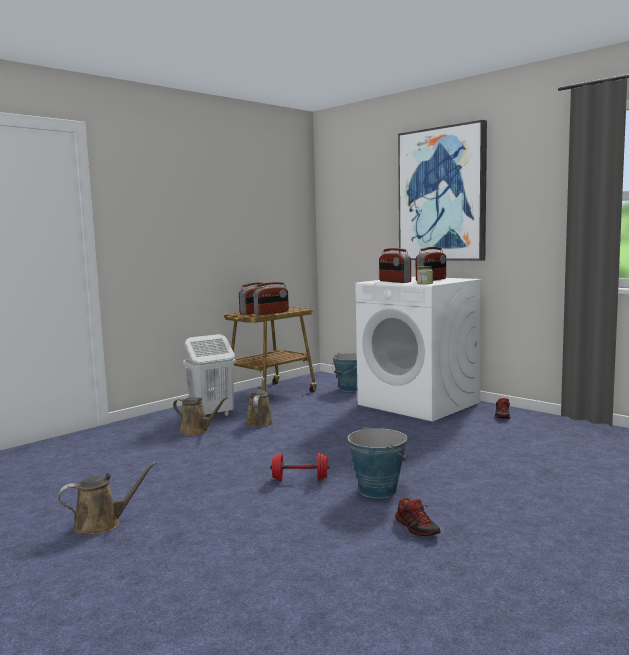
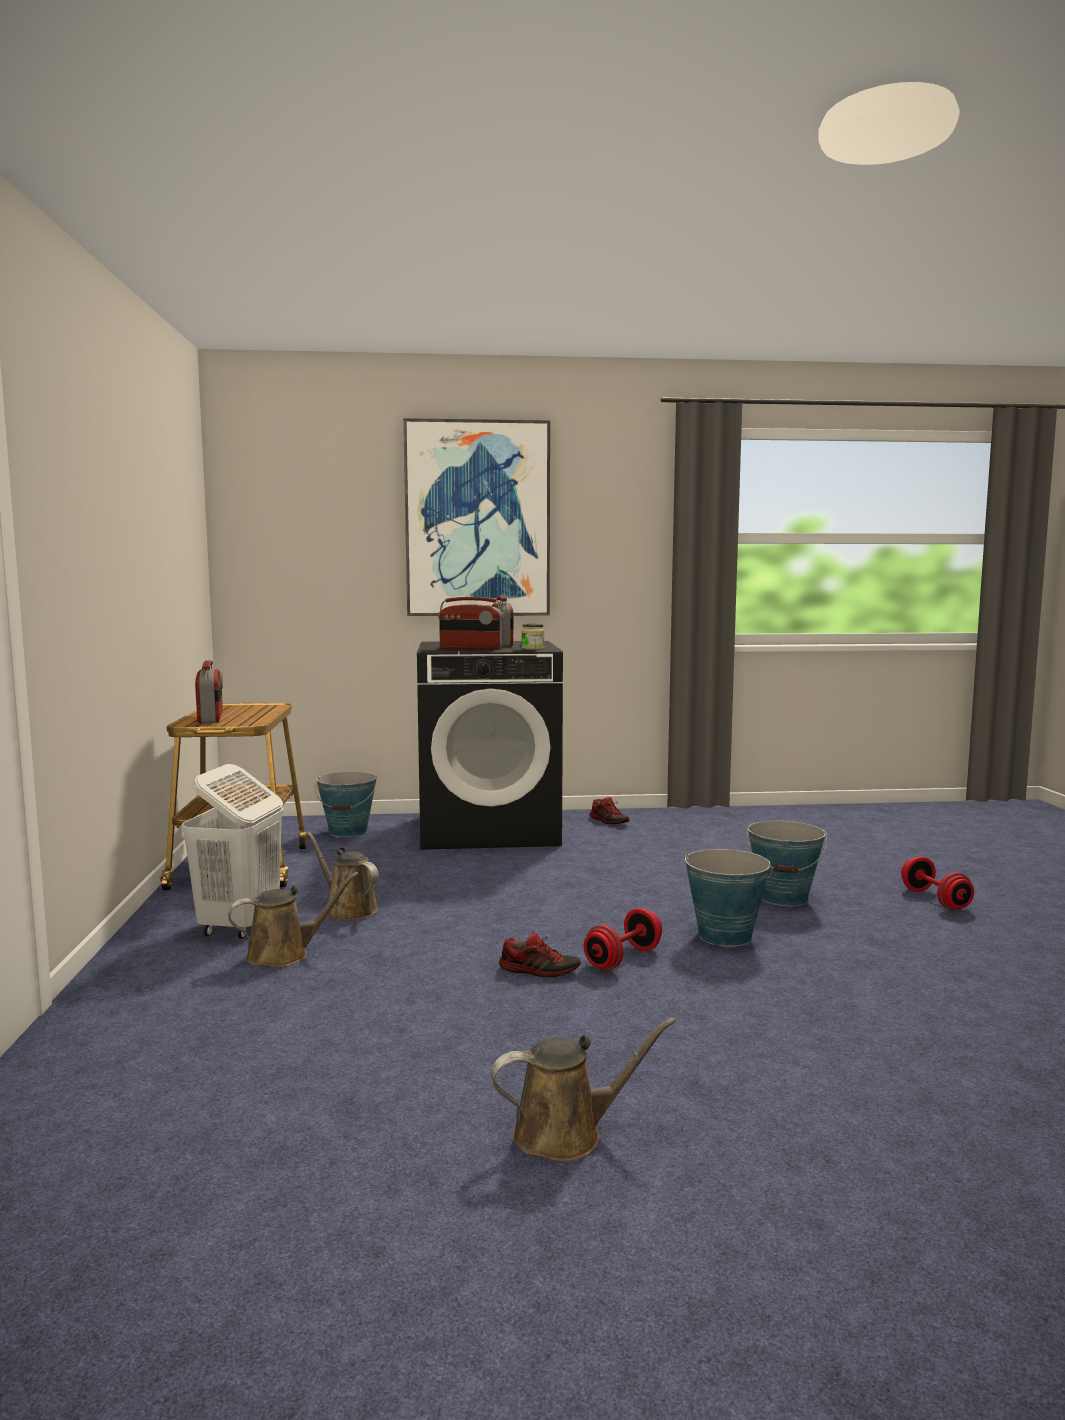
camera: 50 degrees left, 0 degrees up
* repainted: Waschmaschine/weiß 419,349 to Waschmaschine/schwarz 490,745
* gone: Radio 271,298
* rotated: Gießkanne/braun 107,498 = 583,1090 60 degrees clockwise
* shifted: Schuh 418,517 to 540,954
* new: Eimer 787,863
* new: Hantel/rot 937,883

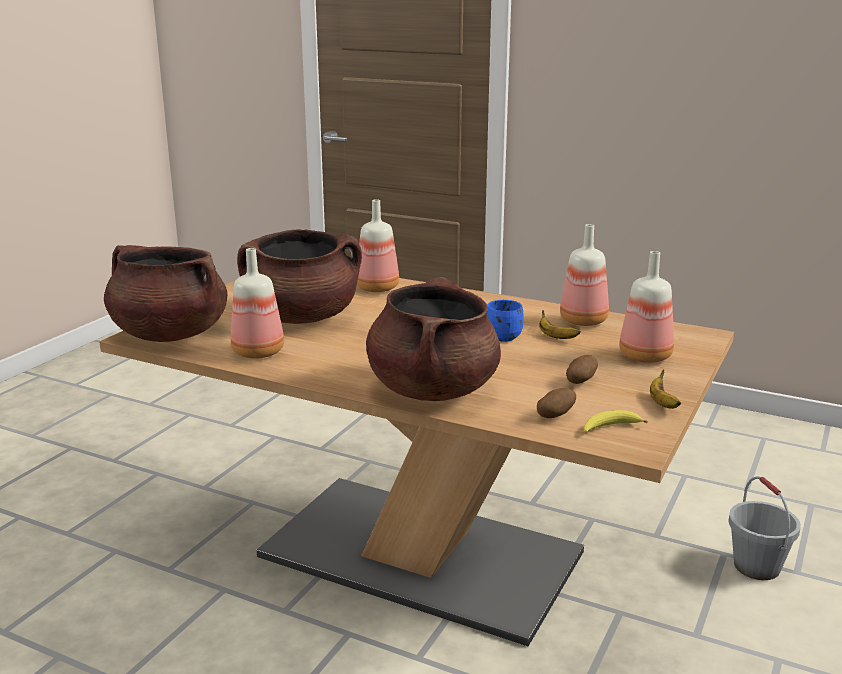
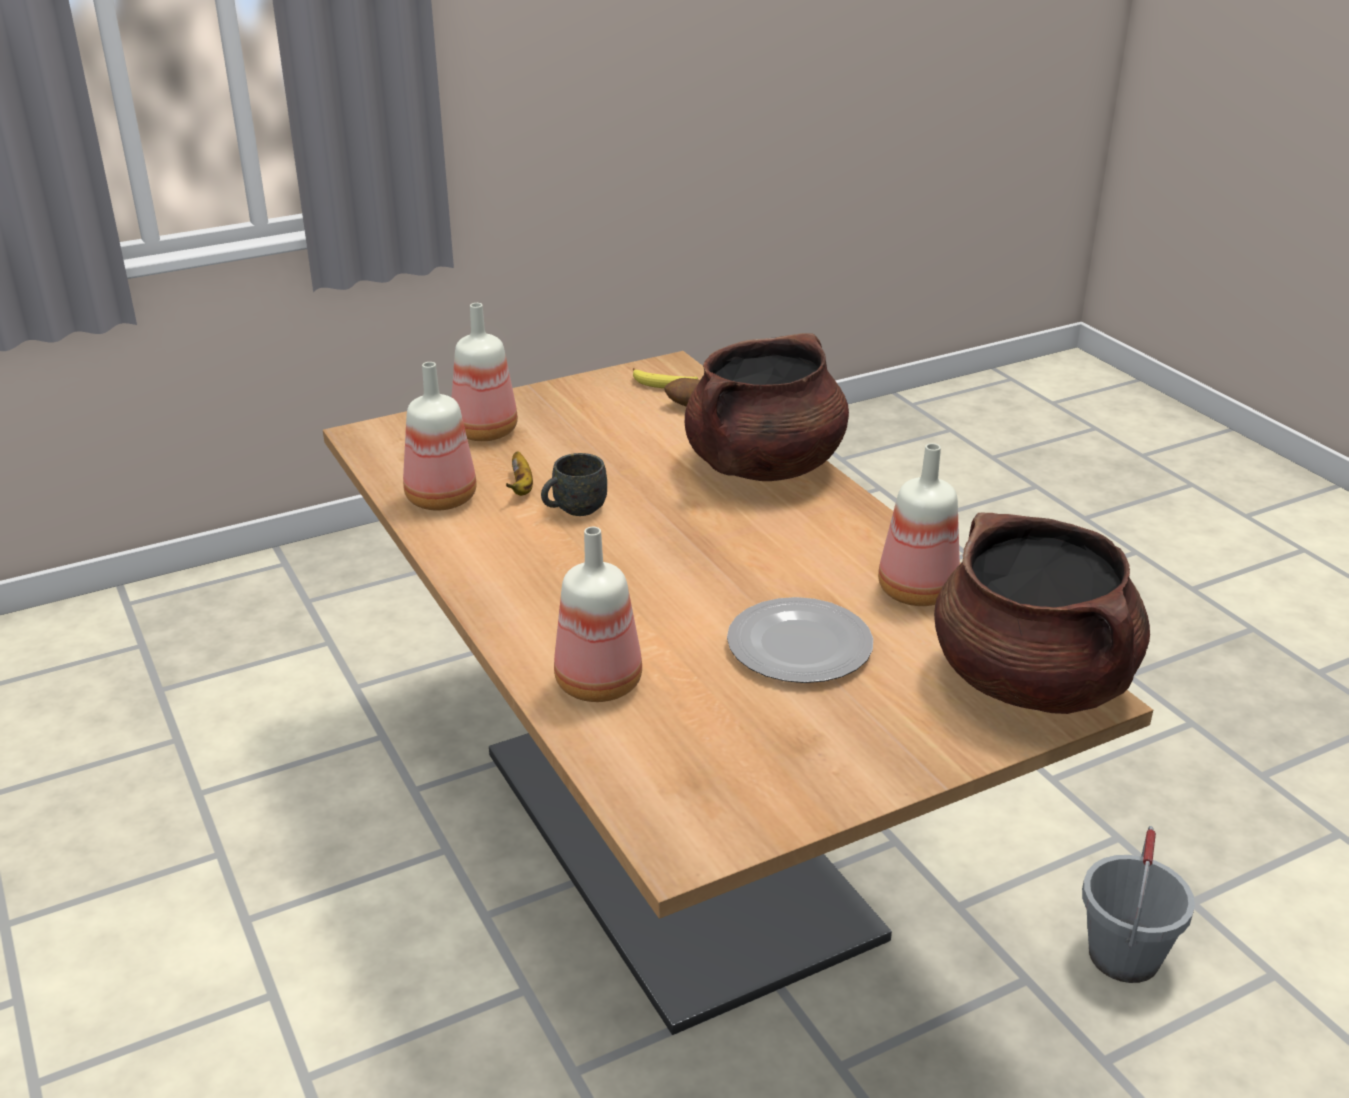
camera: 145 degrees left, 10 degrees up
* swapped: Kochtopf/braun 299,276 to Teller 800,640
* repainted: Henkelbecher/blau 505,321 to Henkelbecher/grau 574,484
* gone: Kartoffel 582,369
* gone: Banane 665,389
* shifted: Eimer/grau 764,528 to 1138,904

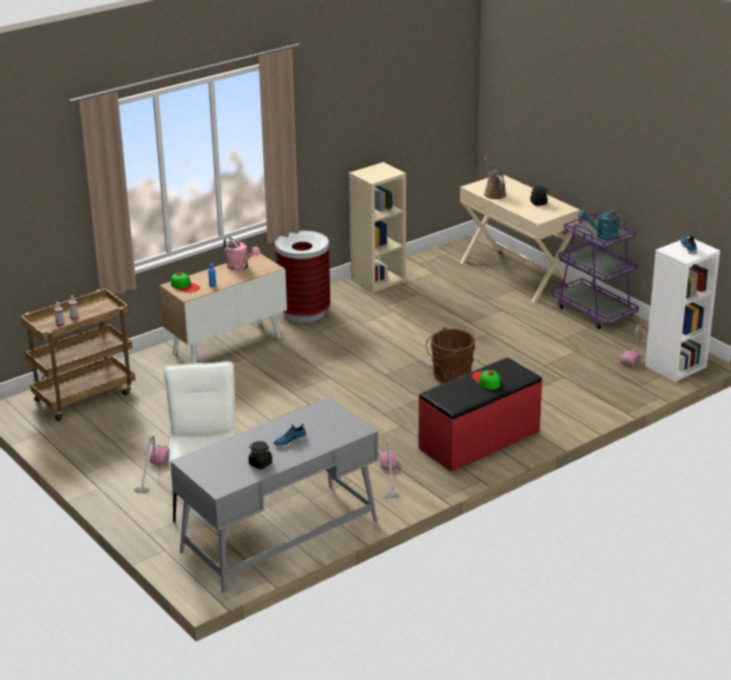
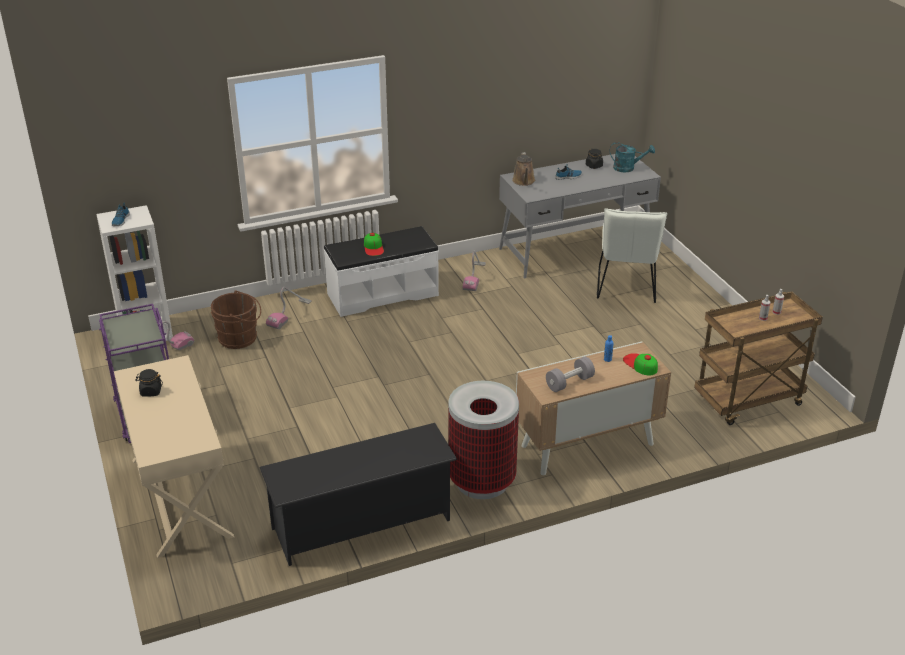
camera: 165 degrees left, 5 degrees up
* shifted: Gießkanne/braun 495,177 to 524,169
* swapped: Bücherregal/beige 377,227 to Schuhregal/schwarz 358,494
* shifted: Gießkanne/türkis 601,224 to 632,157
* swapped: Gießkanne/rosa 241,254 to Hantel/grau 570,374
* shifted: Eimer/braun 450,355 to 236,320
* repainted: Bank/rot 480,414 to Bank/weiß 381,271
* shifted: Staubsauger 152,464 to 289,308

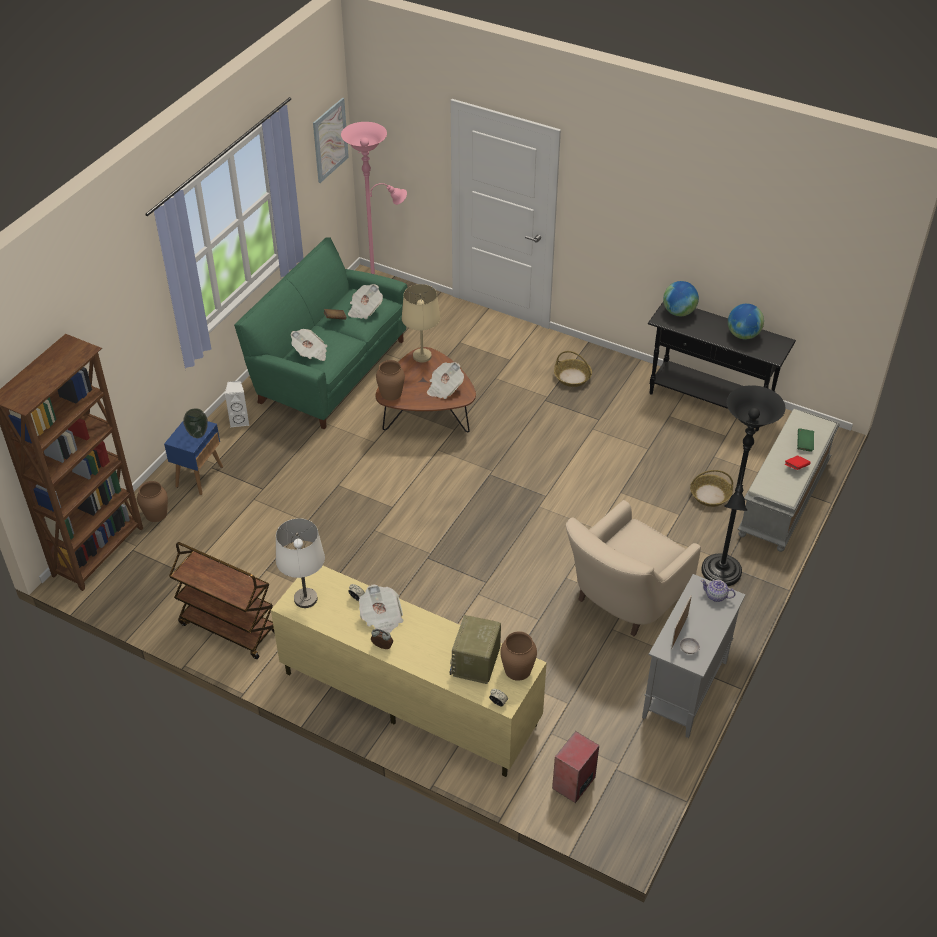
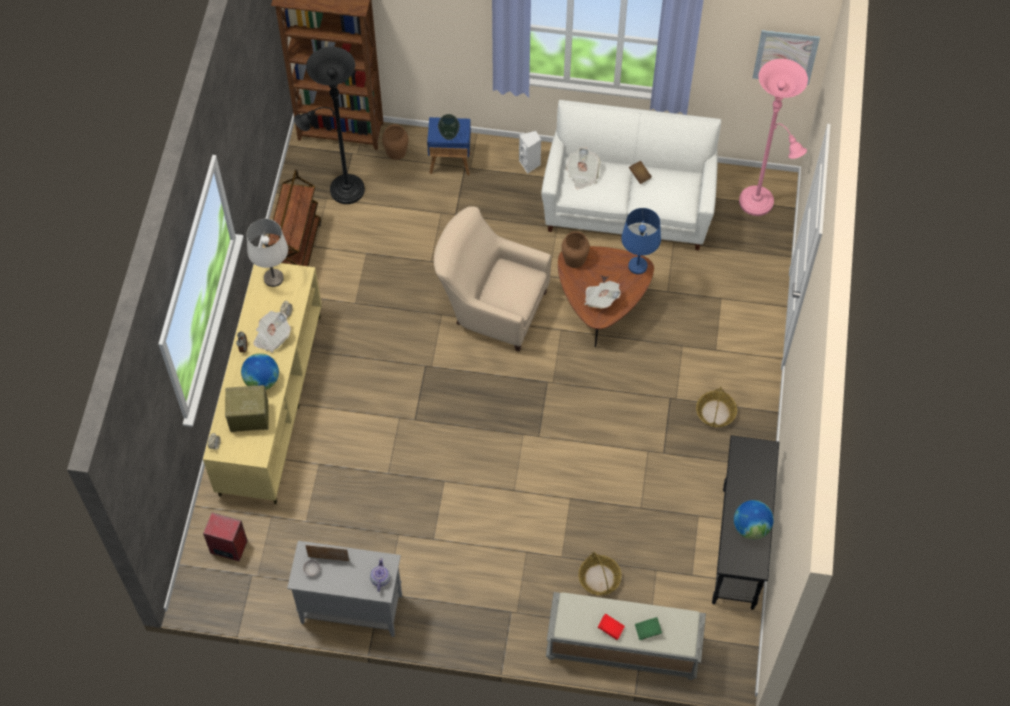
camera: 70 degrees right, 15 degrees up
* repainted: Sofa/grün 320,333 to Sofa/weiß 631,175
* shifted: Globus 681,298 to 260,371
* gone: Zeitung 365,301
* repainted: Tischlampe/beige 421,323 to Tischlampe/blau 641,241
* shifted: Stehlampe/schwarz 743,485 to 329,125
* shifted: Sessel/beige 633,568 to 492,279
* gone: Vase/braun 518,656

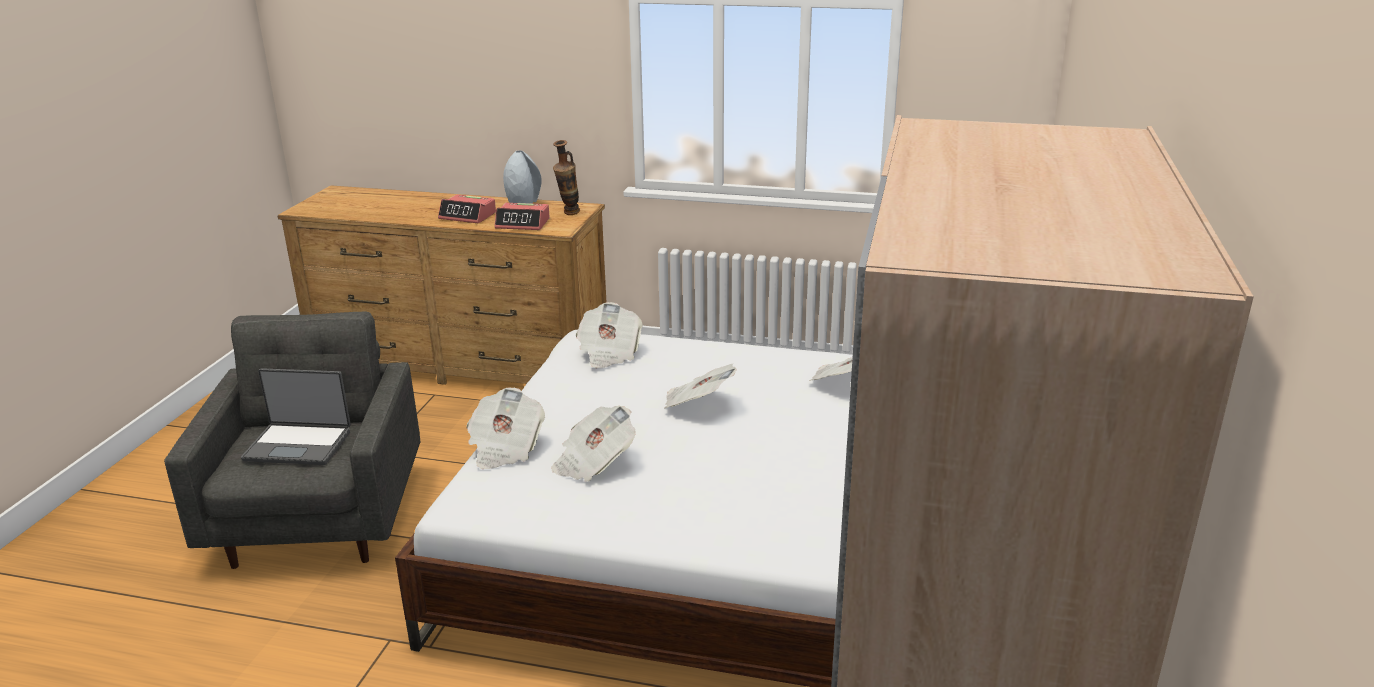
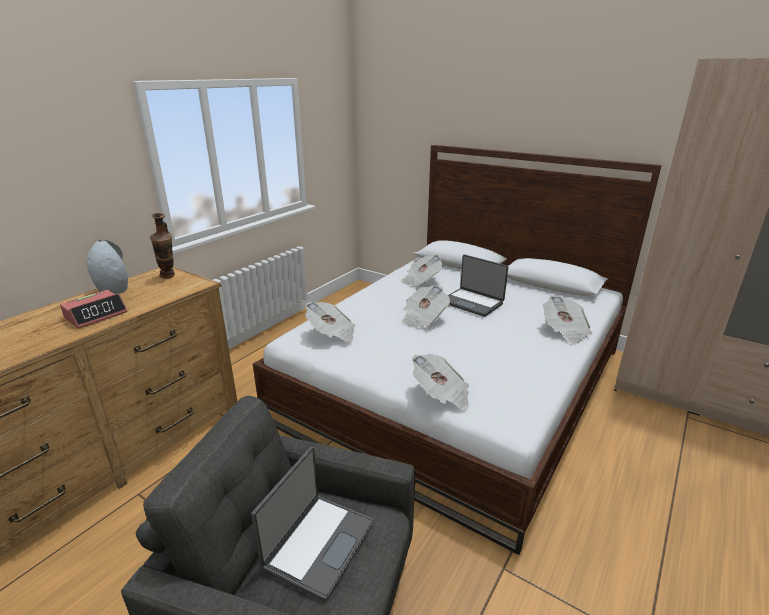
camera: 70 degrees left, 0 degrees up
* gone: Wecker 522,216
* shifted: Zeitung 593,444 to 567,319
* new: Laptop 478,285

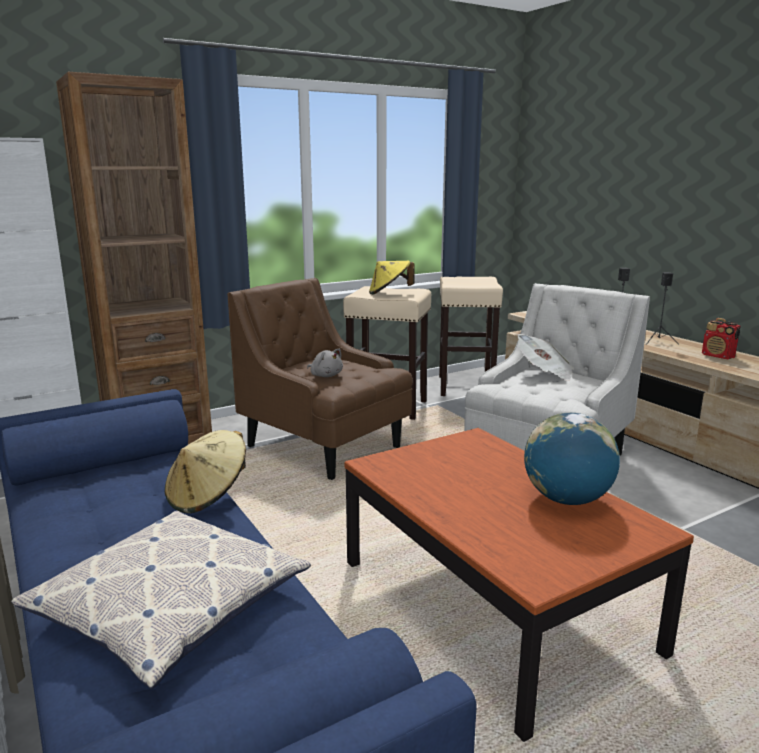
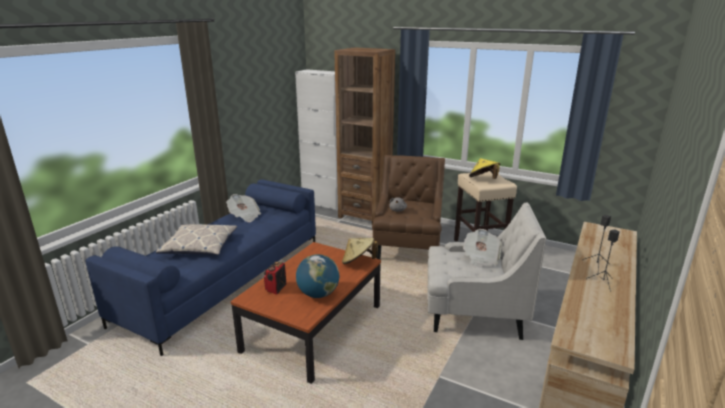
camera: 60 degrees right, 5 degrees up
* gone: Hocker/beige 471,336
* shifted: Radio 721,338 to 275,278
* shifted: Hut/beige 205,471 to 360,251
* new: Zeitung 243,208

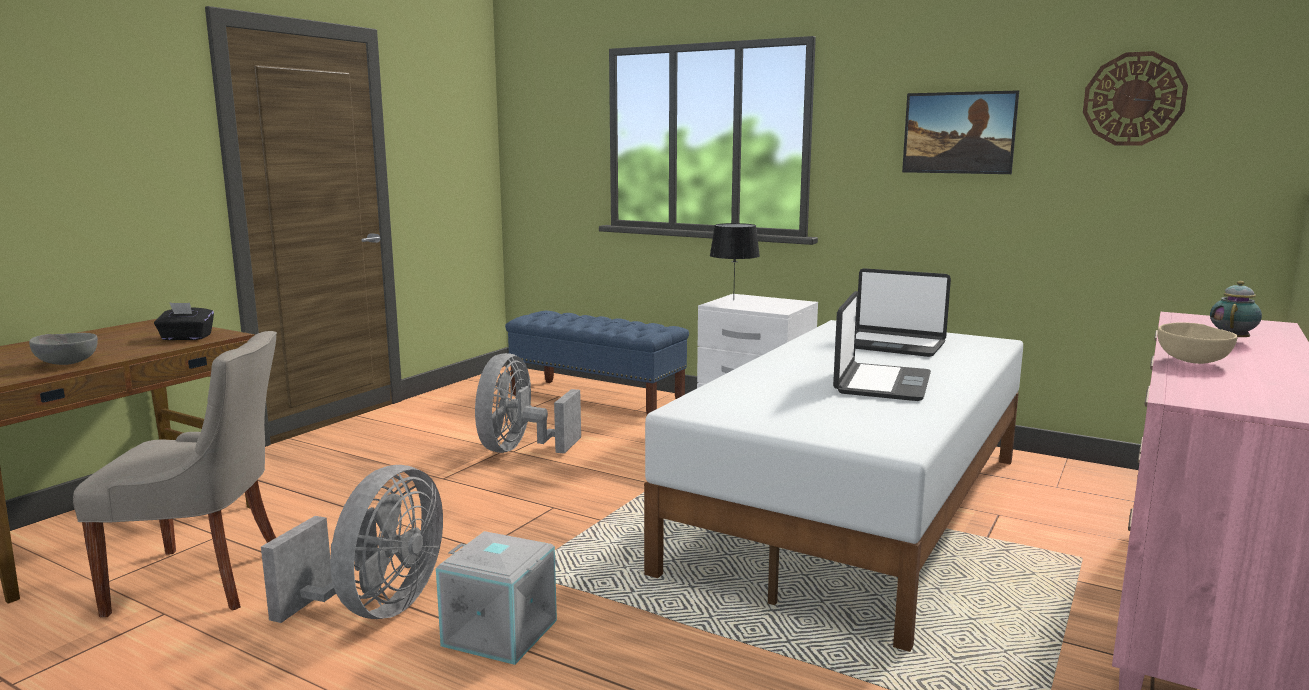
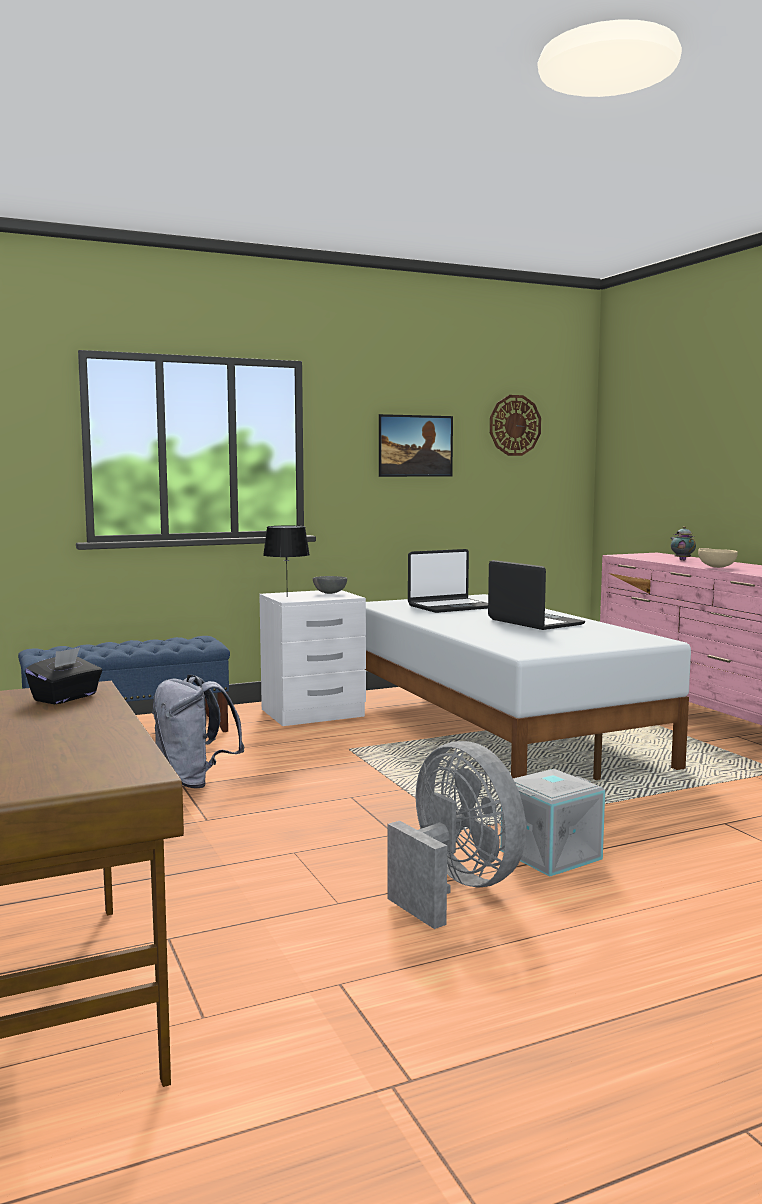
camera: 55 degrees left, 5 degrees down
* gone: Stuhl/grau 175,474
* shifted: Schüssel/grau 63,349 to 330,585
* swapped: Ventilator/grau 528,403 to Rucksack/grau 198,731

